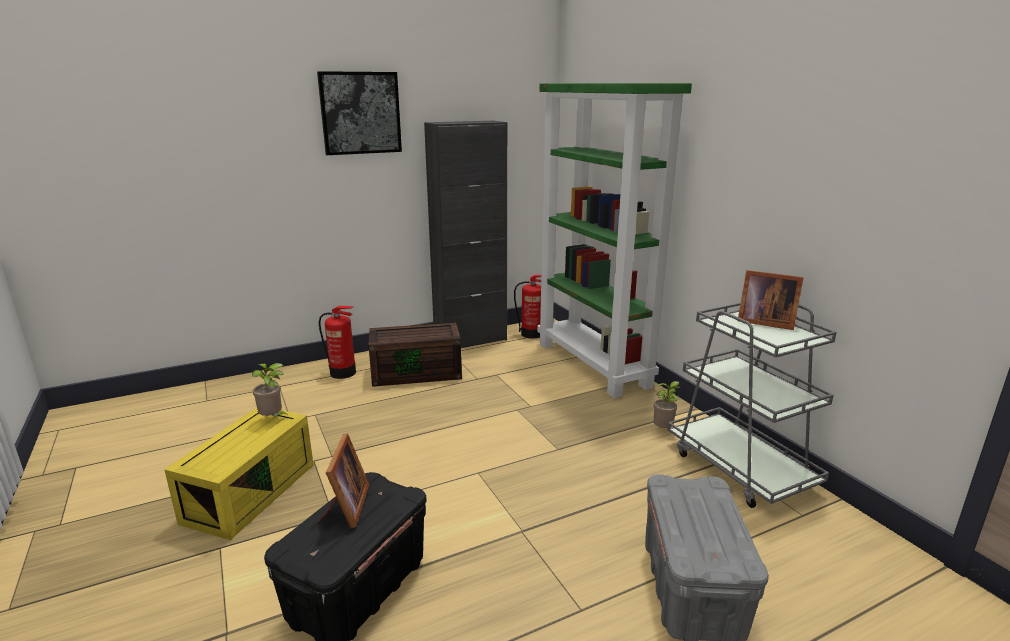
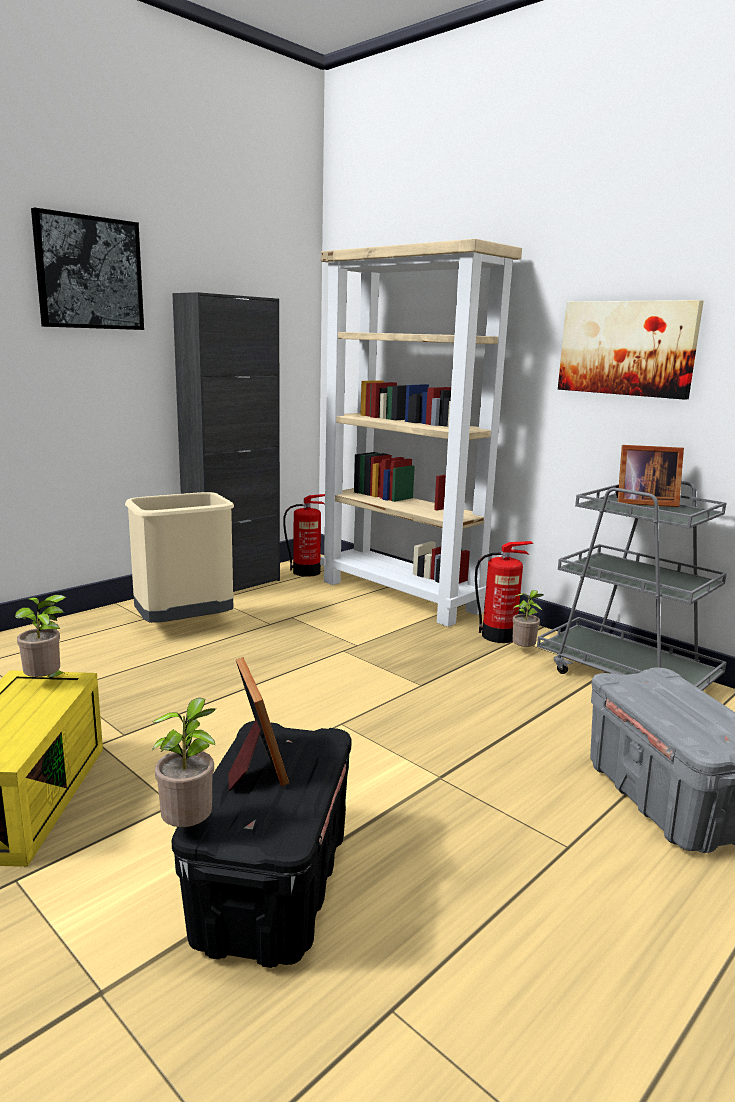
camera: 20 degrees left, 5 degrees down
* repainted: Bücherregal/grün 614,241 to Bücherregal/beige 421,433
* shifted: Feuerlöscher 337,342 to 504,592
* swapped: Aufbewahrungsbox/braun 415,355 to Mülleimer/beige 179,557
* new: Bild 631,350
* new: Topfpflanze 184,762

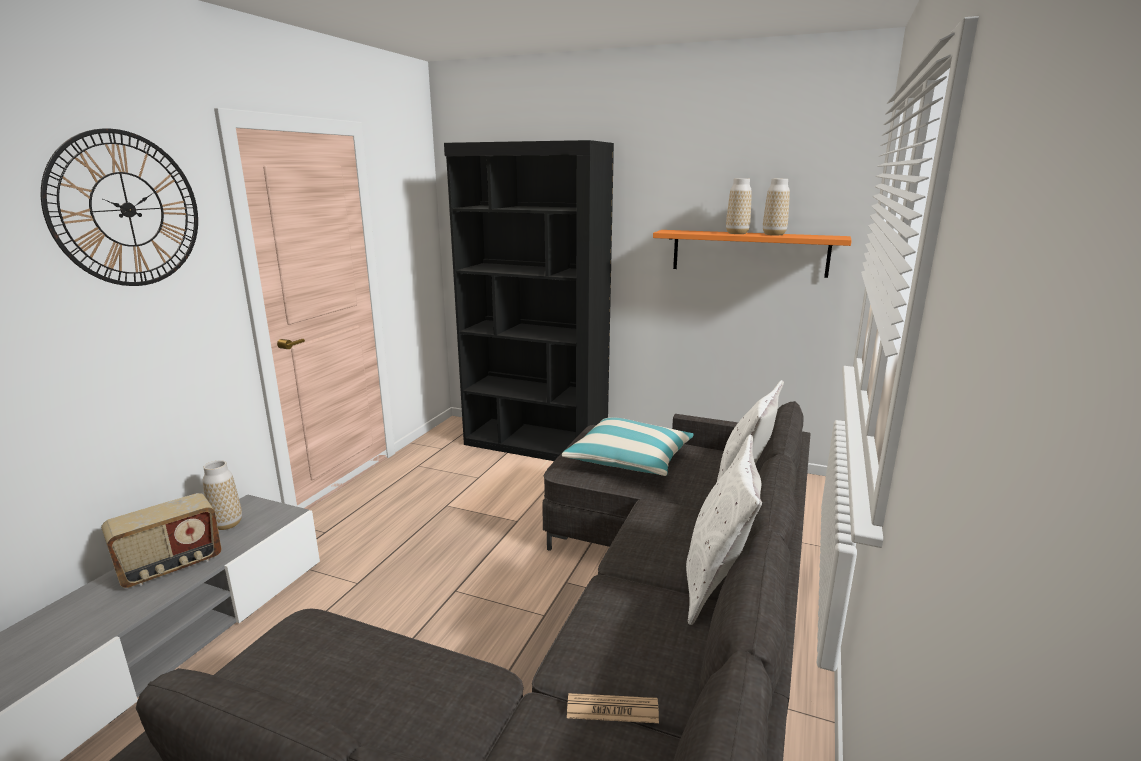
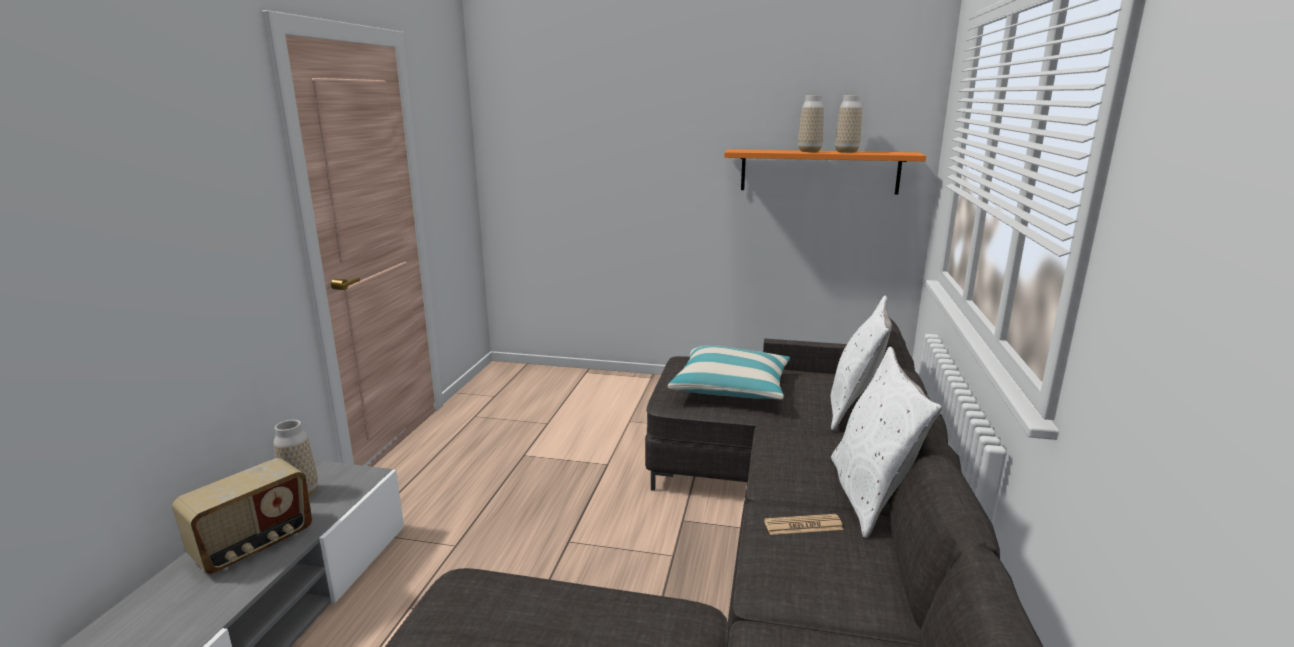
camera: 10 degrees left, 0 degrees up
* gone: Wanduhr 119,207
* gone: Bücherregal/schwarz 529,300
* shifted: Zeitung 613,708 to 804,524

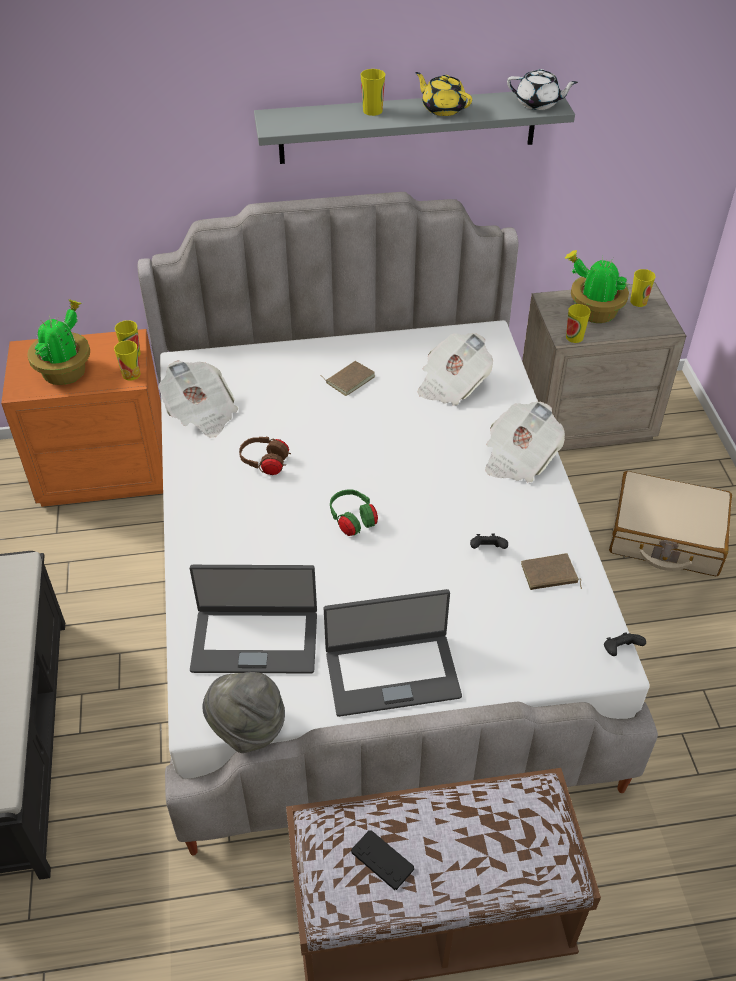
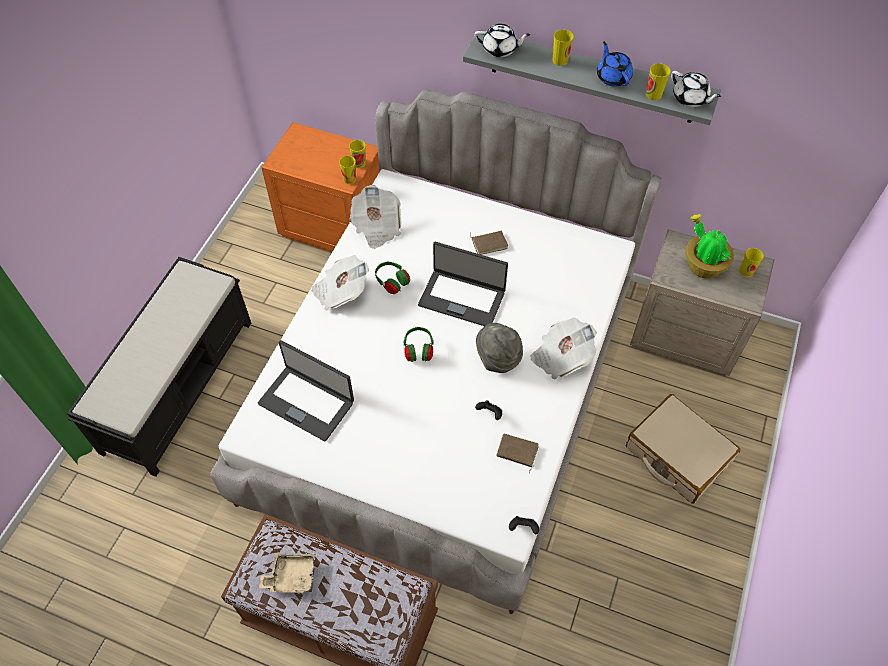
camera: 30 degrees right, 10 degrees up
* repainted: Teekanne/gelb 443,94 to Teekanne/blau 615,64
* gone: Topfpflanze 58,342
* shifted: Tasse 578,323 to 658,82
* shifted: Zeitung 455,369 to 340,283
* repainted: Kopfhörer/braun 265,456 to Kopfhörer/grün 392,278
* shifted: Laptop 393,653 to 463,284
* shifted: Hut/grau 243,712 to 499,348
* swapped: Gamepad/schwarz 382,860 to Tablett/beige 287,573
* new: Teekanne/weiß 502,40

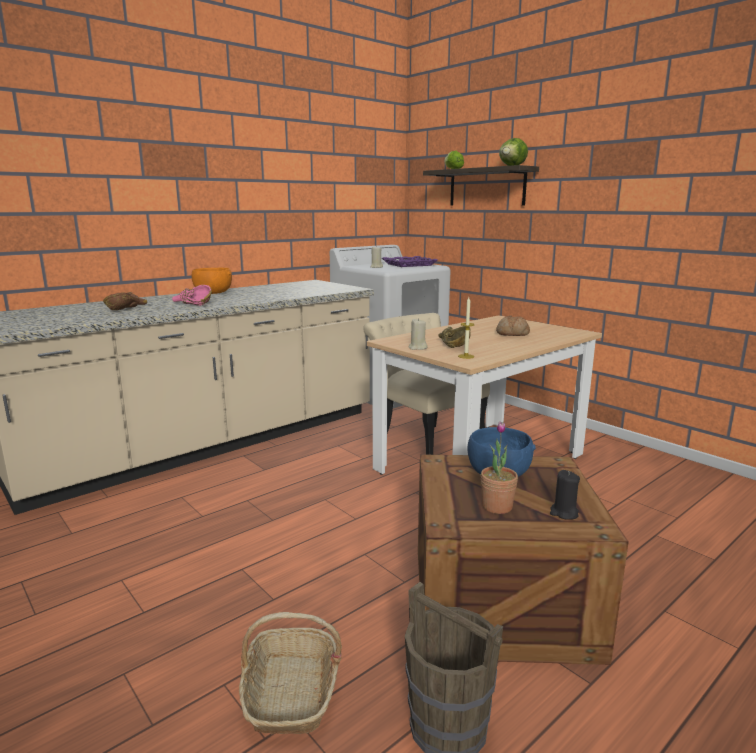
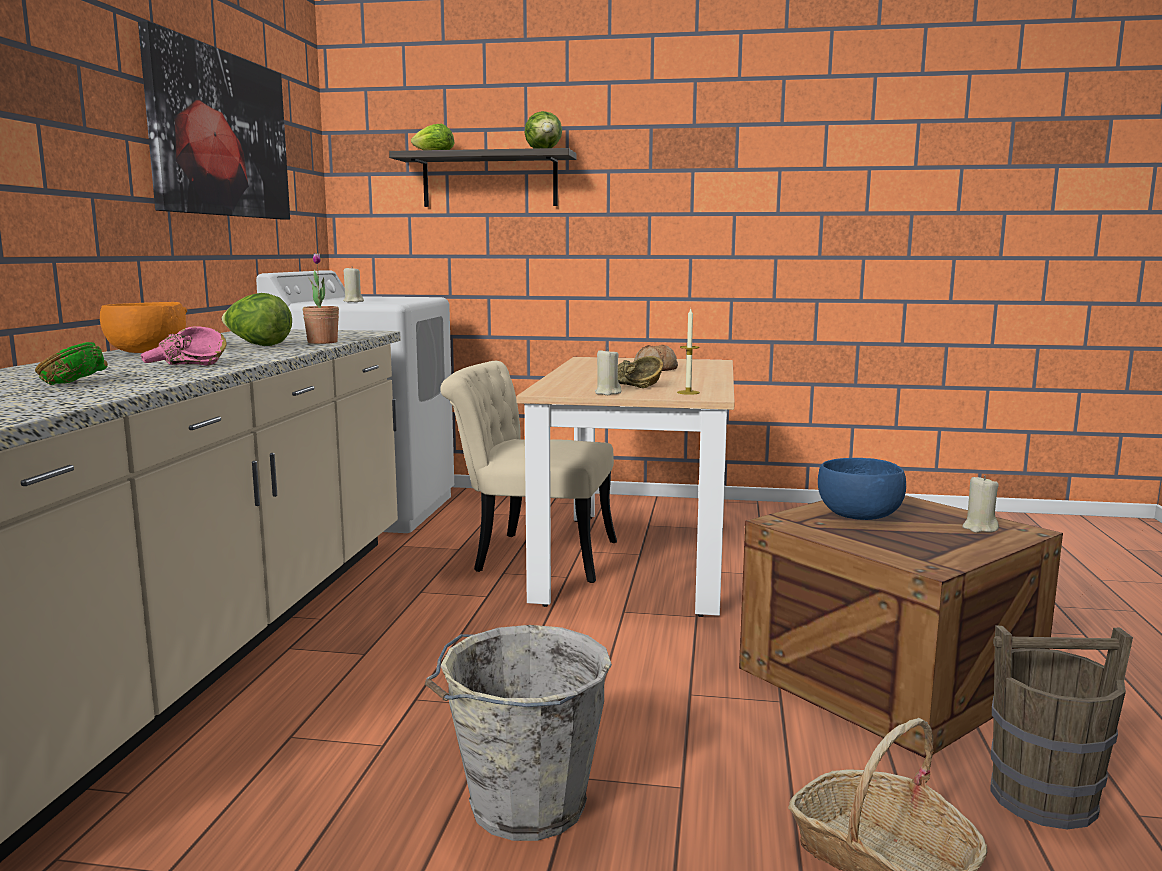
camera: 40 degrees left, 5 degrees down
* gone: Tablett/lila 410,261
* repainted: Schüssel/braun 125,301 to Schüssel/grün 71,363
* shifted: Topfpflanze 499,467 to 321,298
* repainted: Kerze/schwarz 565,495 to Kerze/beige 981,504
* new: Bild 214,120
* new: Salatkopf 257,319
* new: Eimer/grau 518,733

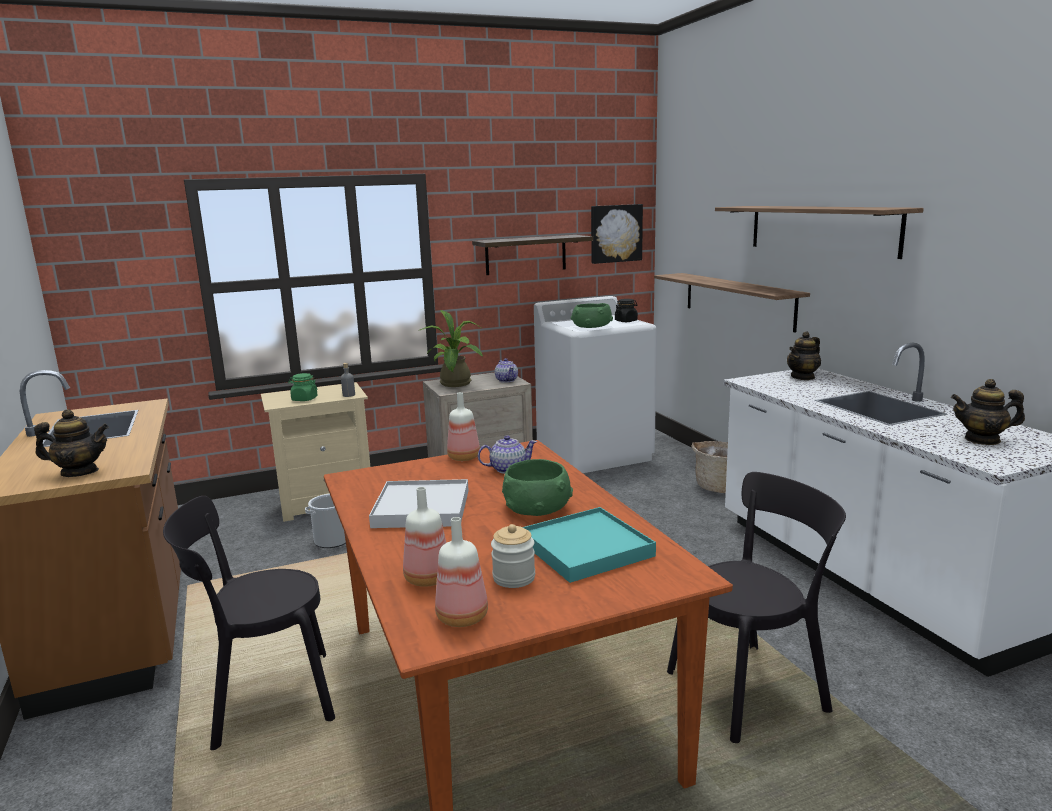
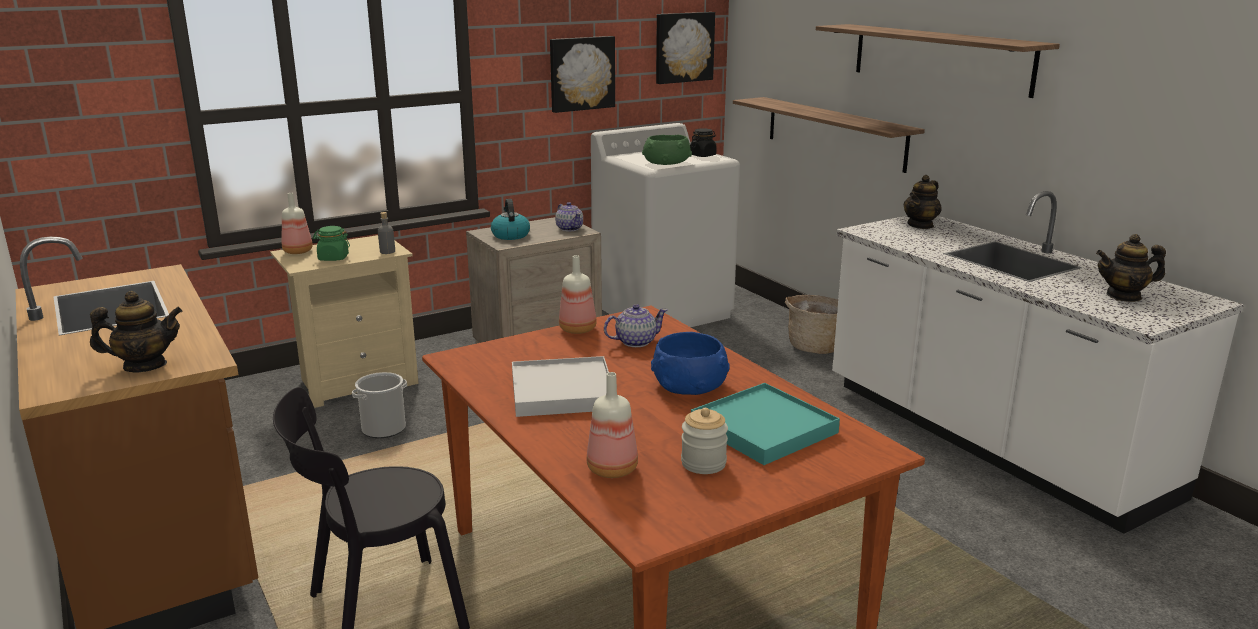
camera: 10 degrees left, 5 degrees up
* swapped: Wandregal 532,255 to Bild 582,74
* swapped: Topfpflanze 451,348 to Wasserkessel 510,219
* repainted: Schüssel/grün 537,487 to Schüssel/blau 690,363
* gone: Stuhl/schwarz 756,607
* shifted: Flasche 461,572 to 297,223

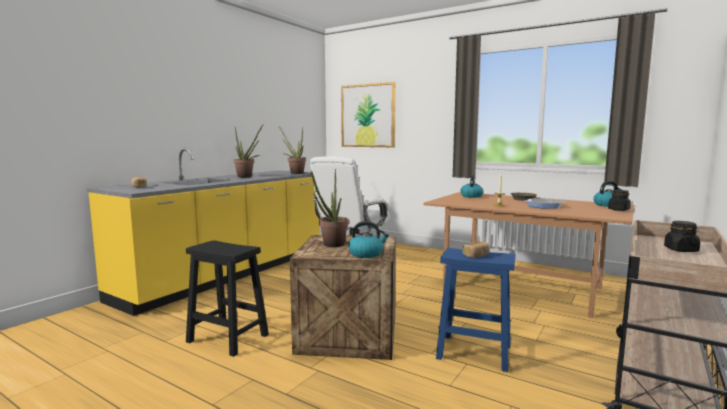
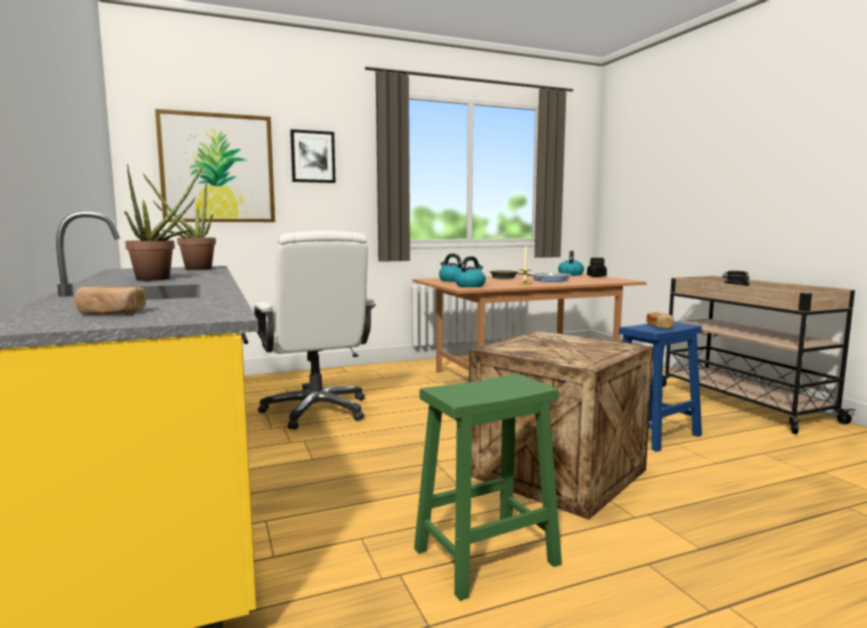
camera: 55 degrees left, 0 degrees up
* gone: Topfpflanze 330,208
* shifted: Wasserkessel 369,239 to 470,271
* repainted: Hocker/schwarz 227,298 to Hocker/grün 488,487
* new: Bild 313,156

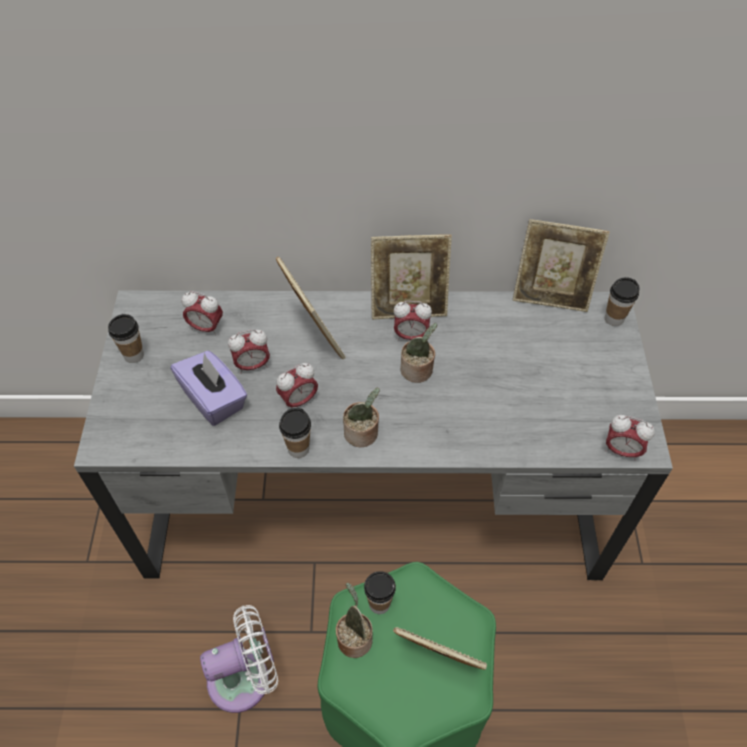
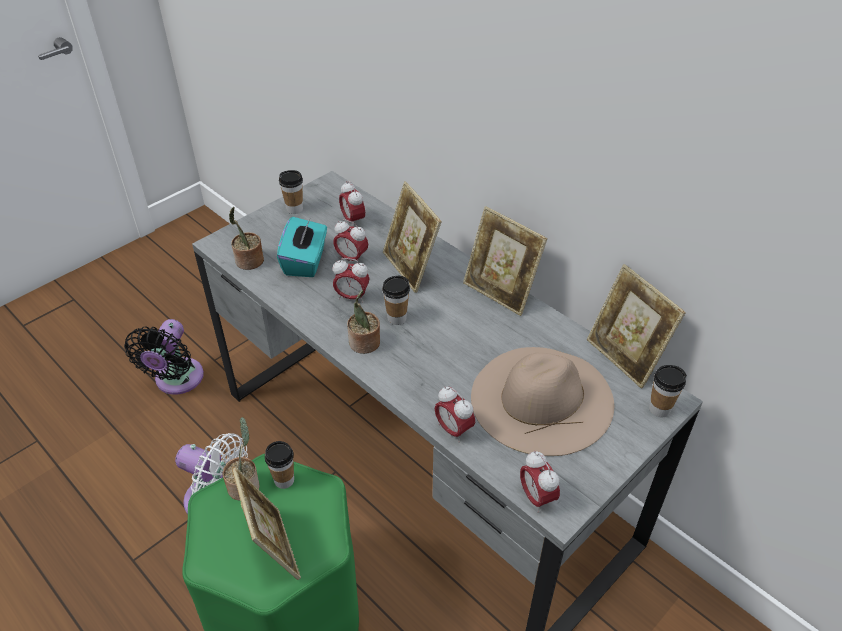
camera: 45 degrees right, 10 degrees down
* rotated: Bilderrahmen 310,307 = 412,237 135 degrees clockwise
* shifted: Wecker 412,320 to 455,414
* shifted: Topfpflanze 418,353 to 246,238
* repainted: Taschentuchbox/lila 208,388 to Taschentuchbox/türkis 302,247
* shifted: Tasse 295,433 to 396,300
* new: Ventilator/schwarz 164,357
* new: Hut/beige 542,401

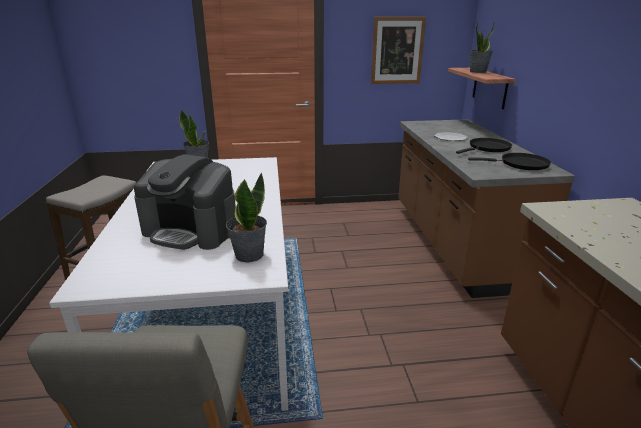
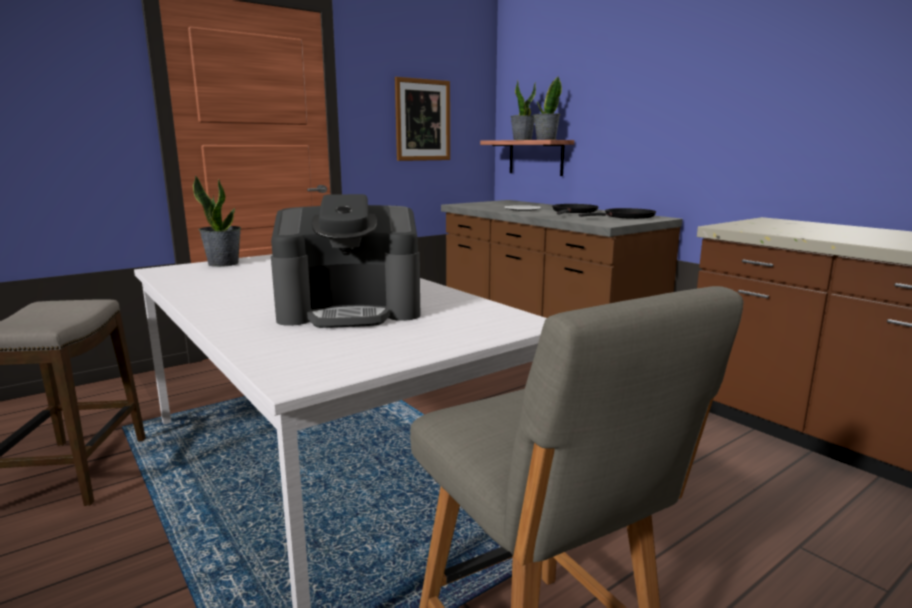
camera: 30 degrees left, 10 degrees down
* shifted: Topfpflanze 246,218 to 547,108

